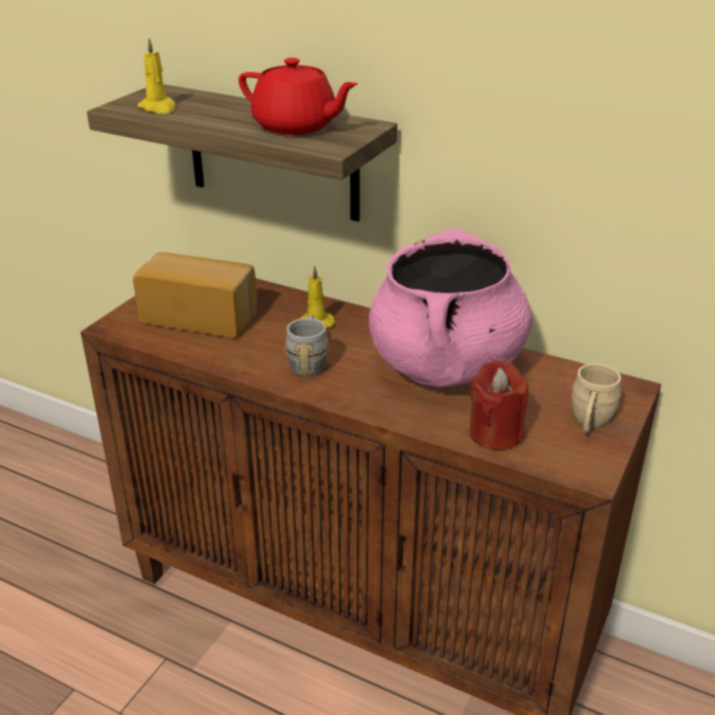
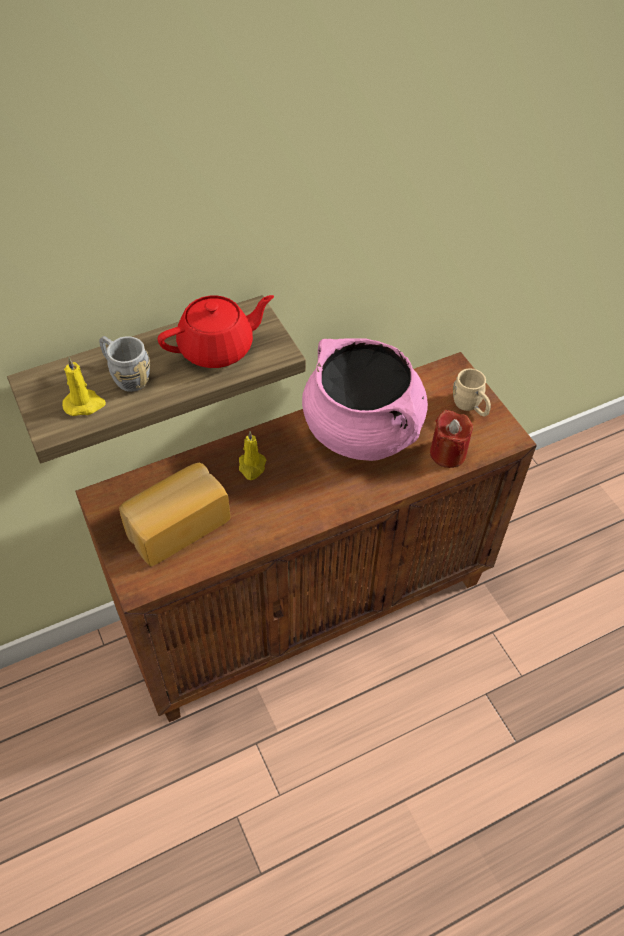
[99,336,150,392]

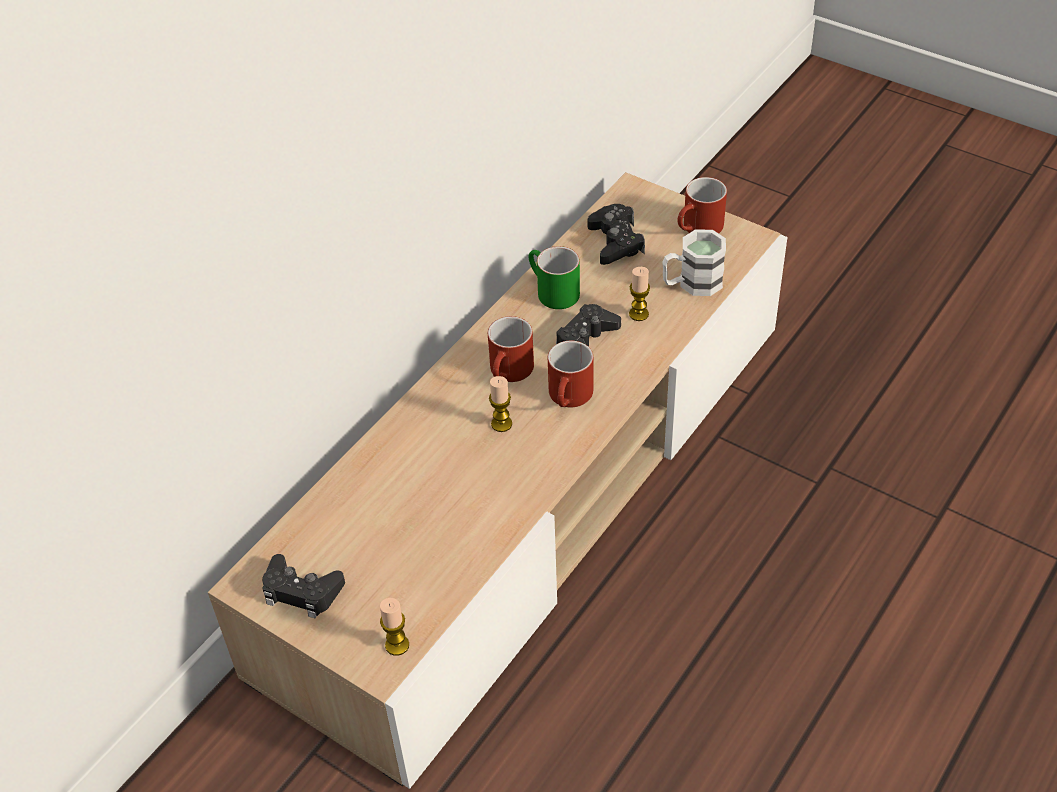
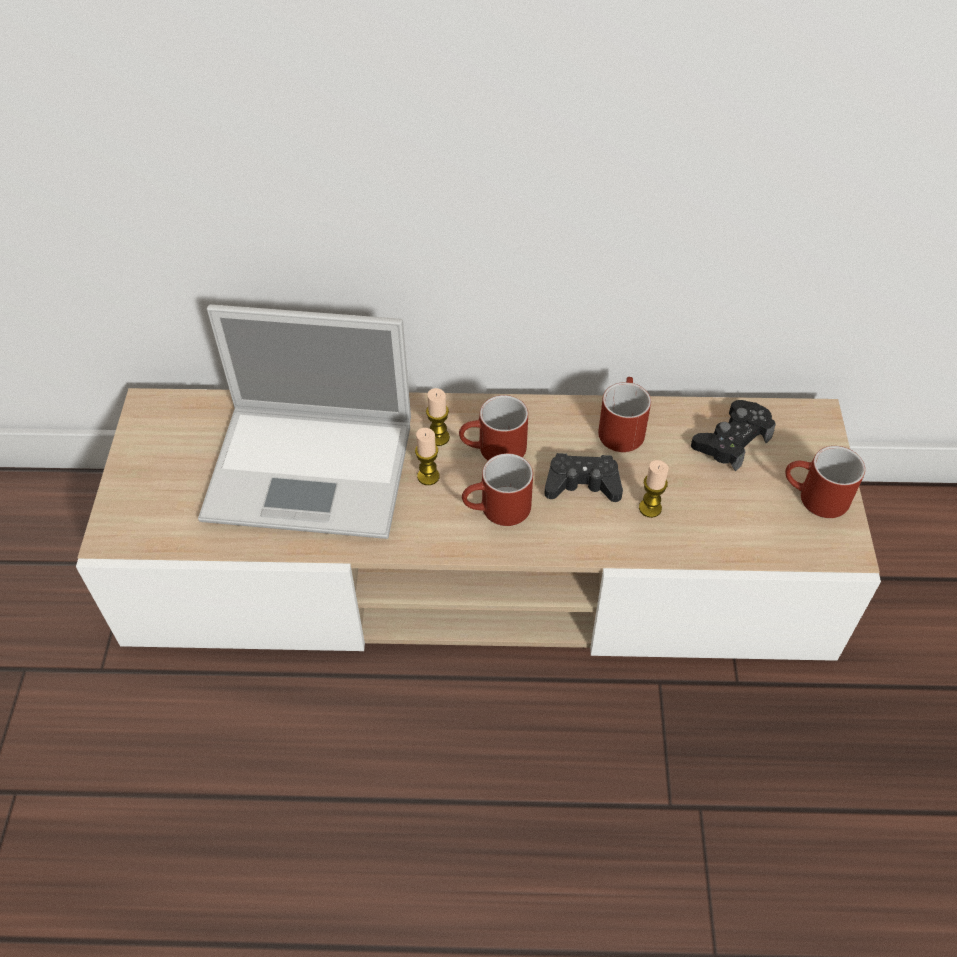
[662,229,726,296] (first image)
[598,377,651,452]
[262,554,345,618] (first image)
[426,388,450,446]
[198,304,411,539]

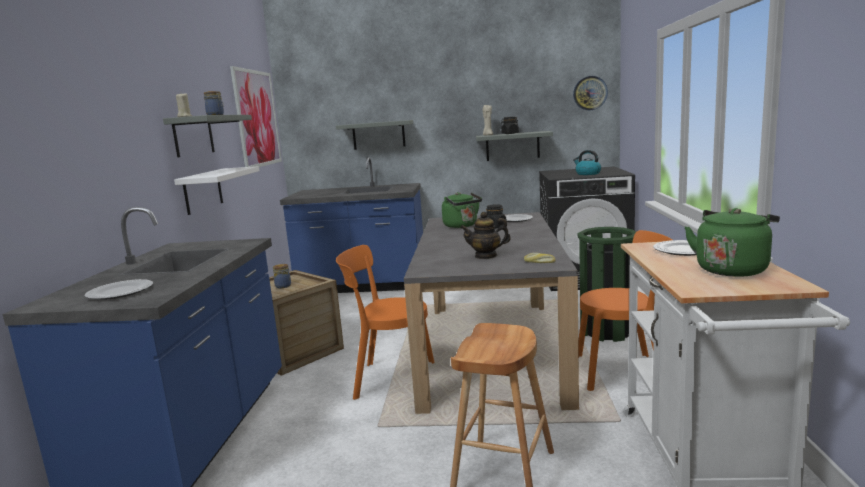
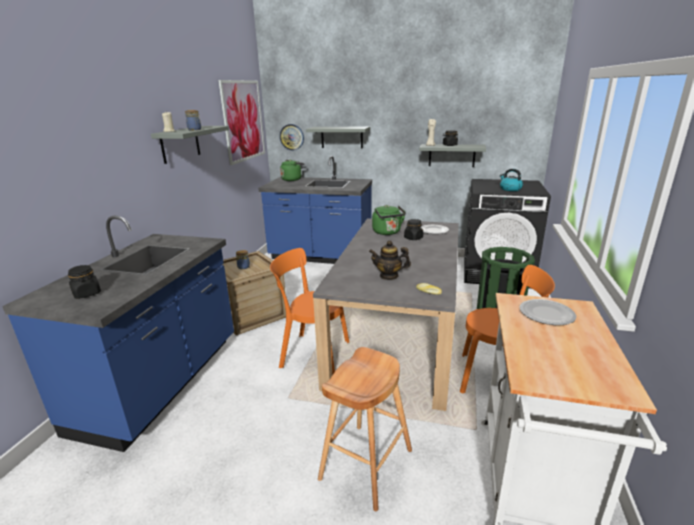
[280,124,304,150]
[174,166,259,215] (first image)
[280,160,305,181]
[68,265,101,299]

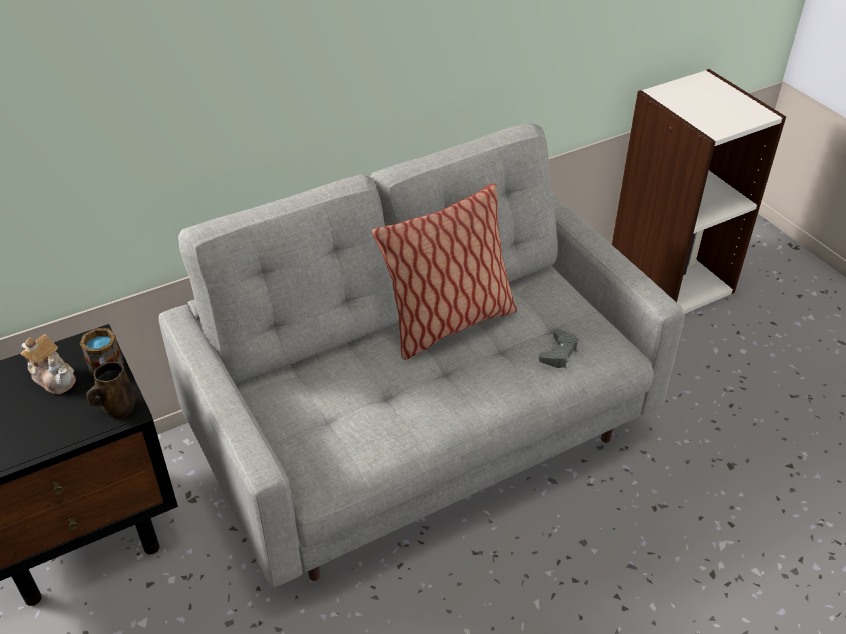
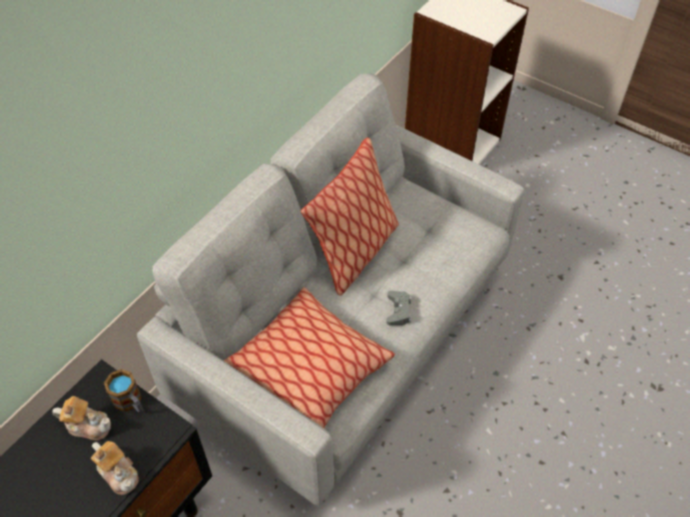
[386,291,411,325]
[86,362,136,418] (first image)
[223,287,395,428]
[91,441,139,495]

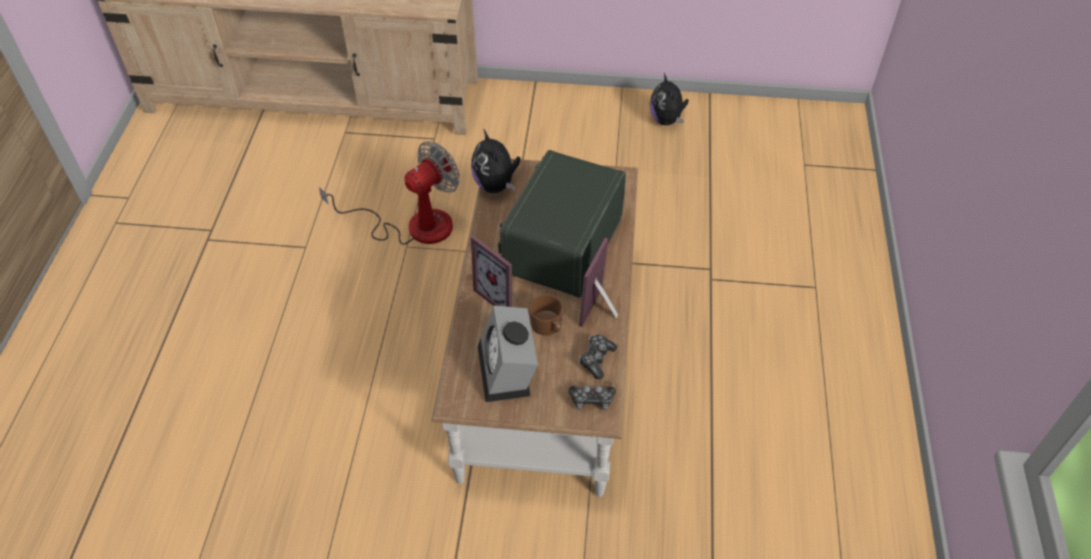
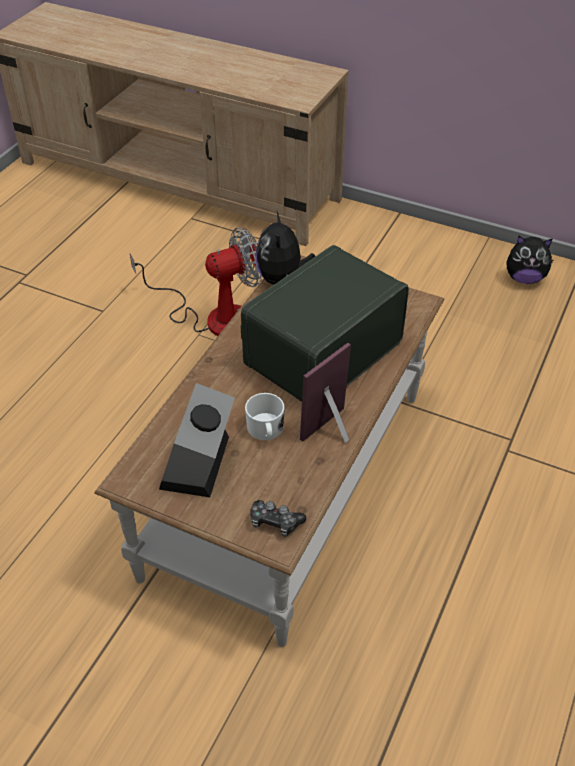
[507,236,554,284]
[471,236,512,307] (first image)
[245,393,285,440]
[579,335,617,379] (first image)

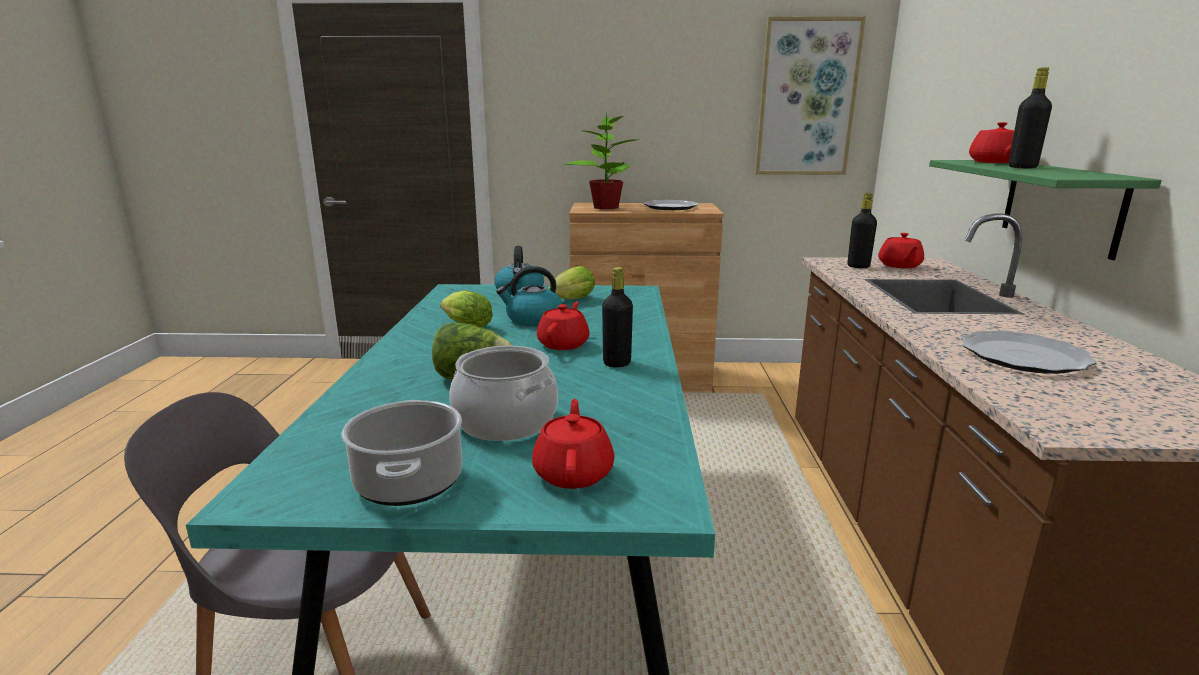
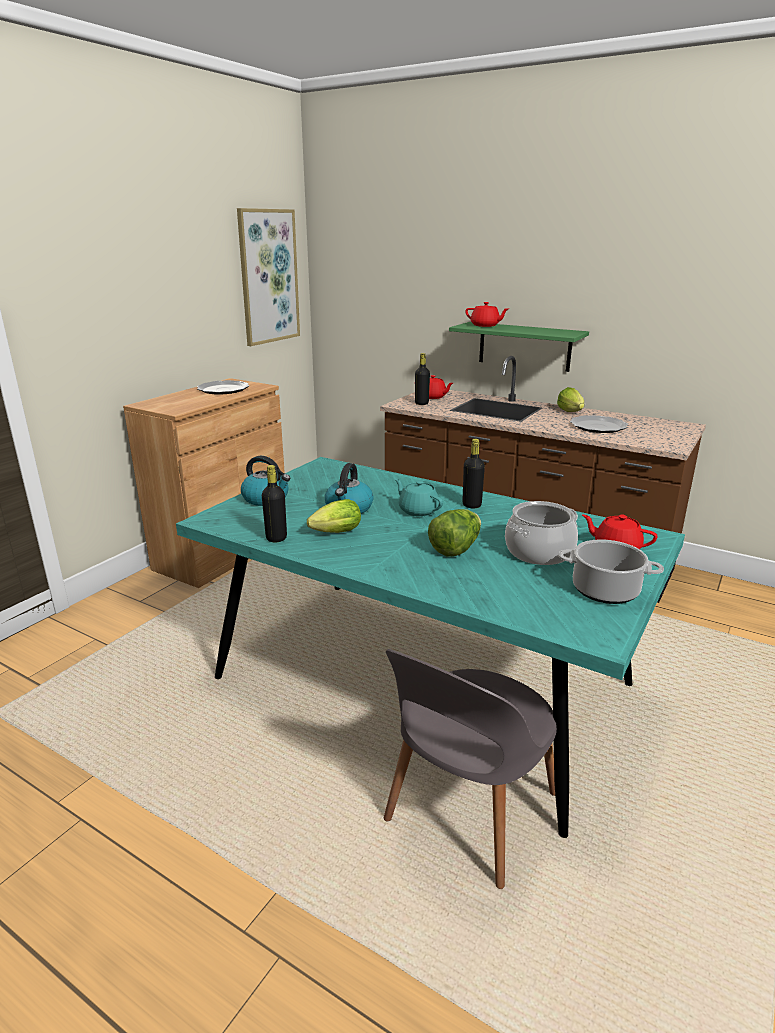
[262,465,287,542]
[563,112,640,209] (first image)
[557,387,584,412]
[395,479,443,517]

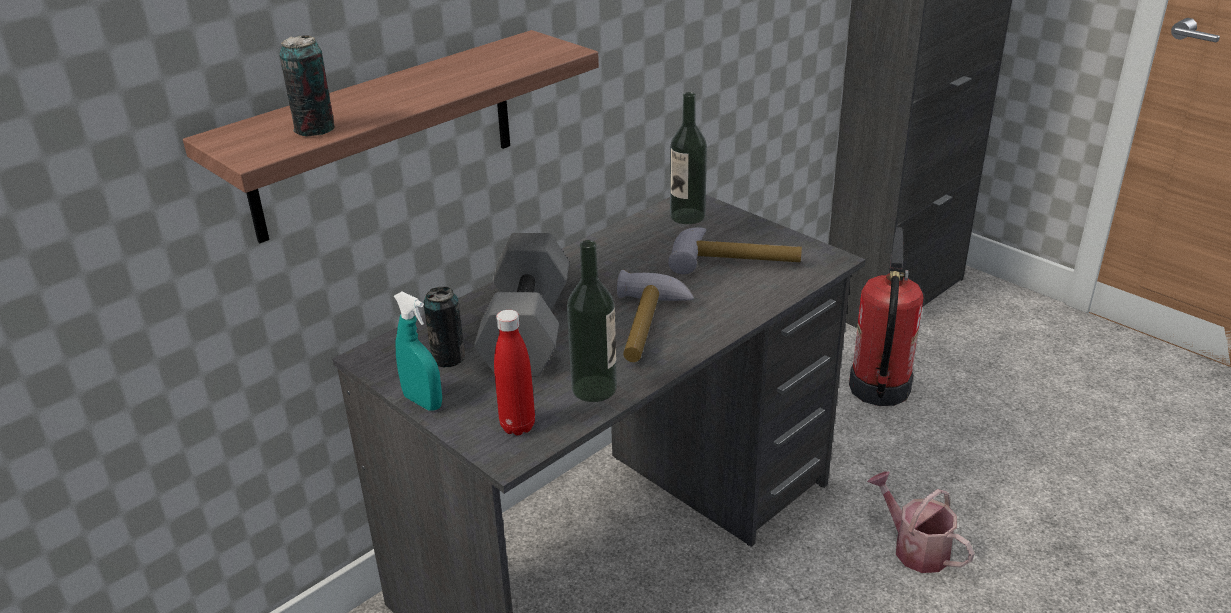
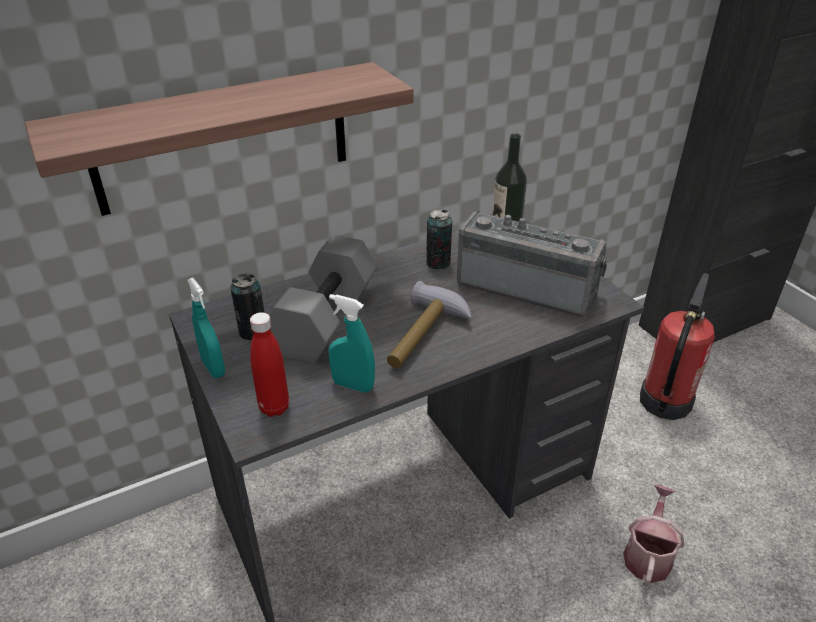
[426,210,452,269]
[457,211,607,317]
[328,294,375,393]
[623,485,684,586]

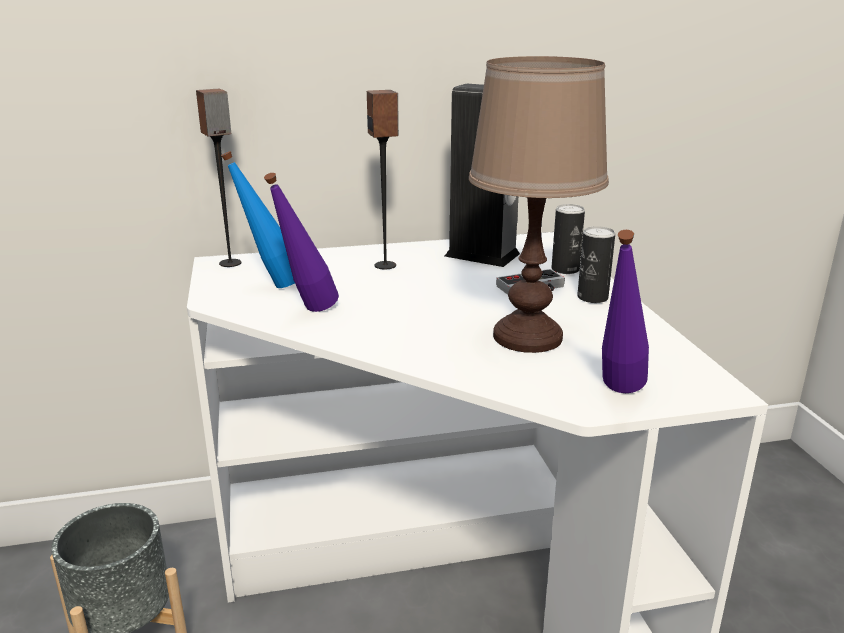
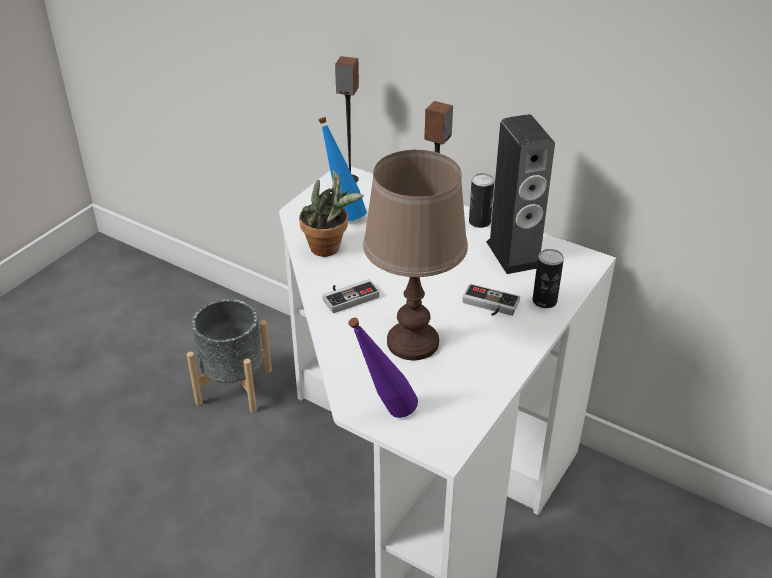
[299,169,364,257]
[469,173,495,228]
[322,279,380,313]

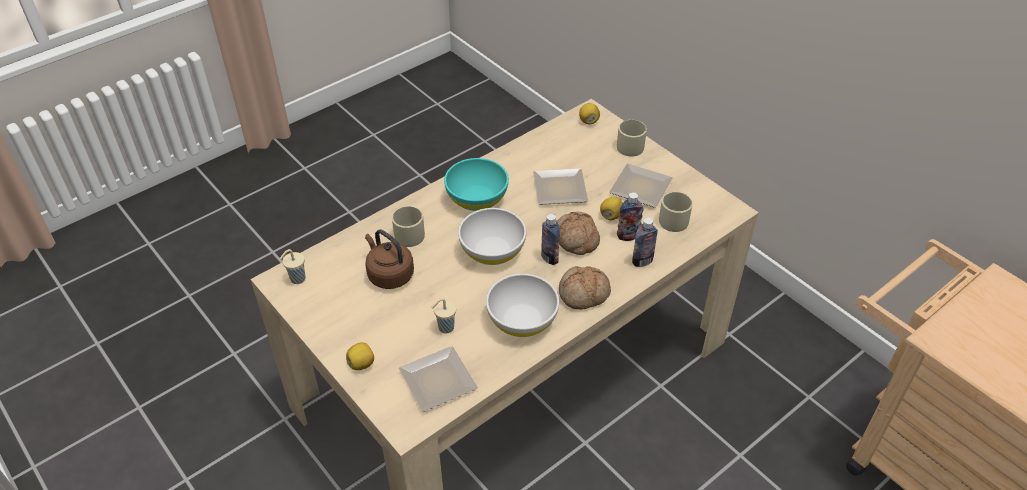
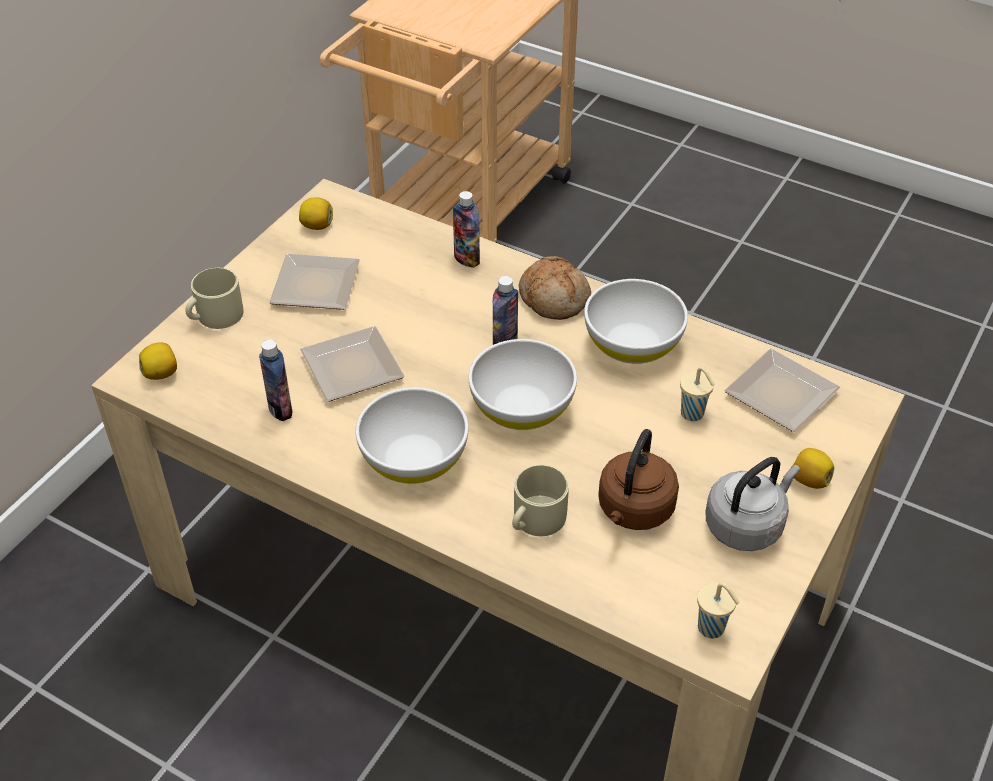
[355,387,469,484]
[259,340,292,421]
[659,192,693,232] (first image)
[299,197,333,230]
[557,212,600,255] (first image)
[706,457,800,551]

